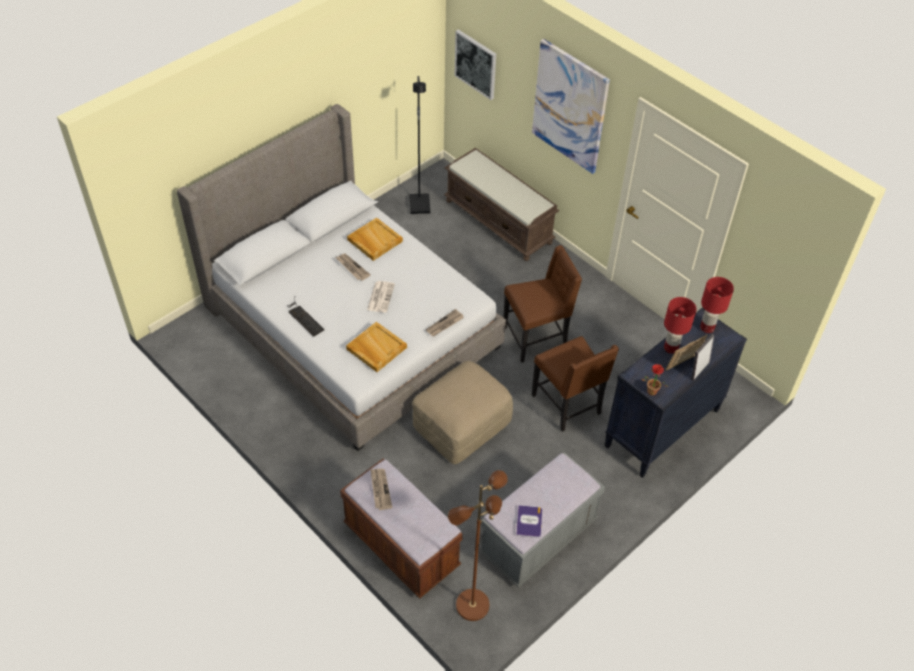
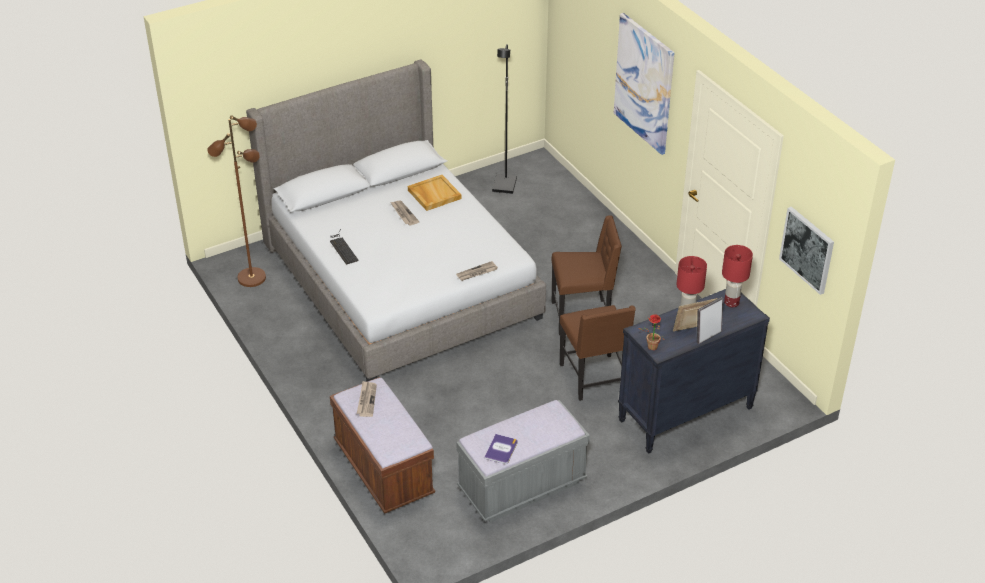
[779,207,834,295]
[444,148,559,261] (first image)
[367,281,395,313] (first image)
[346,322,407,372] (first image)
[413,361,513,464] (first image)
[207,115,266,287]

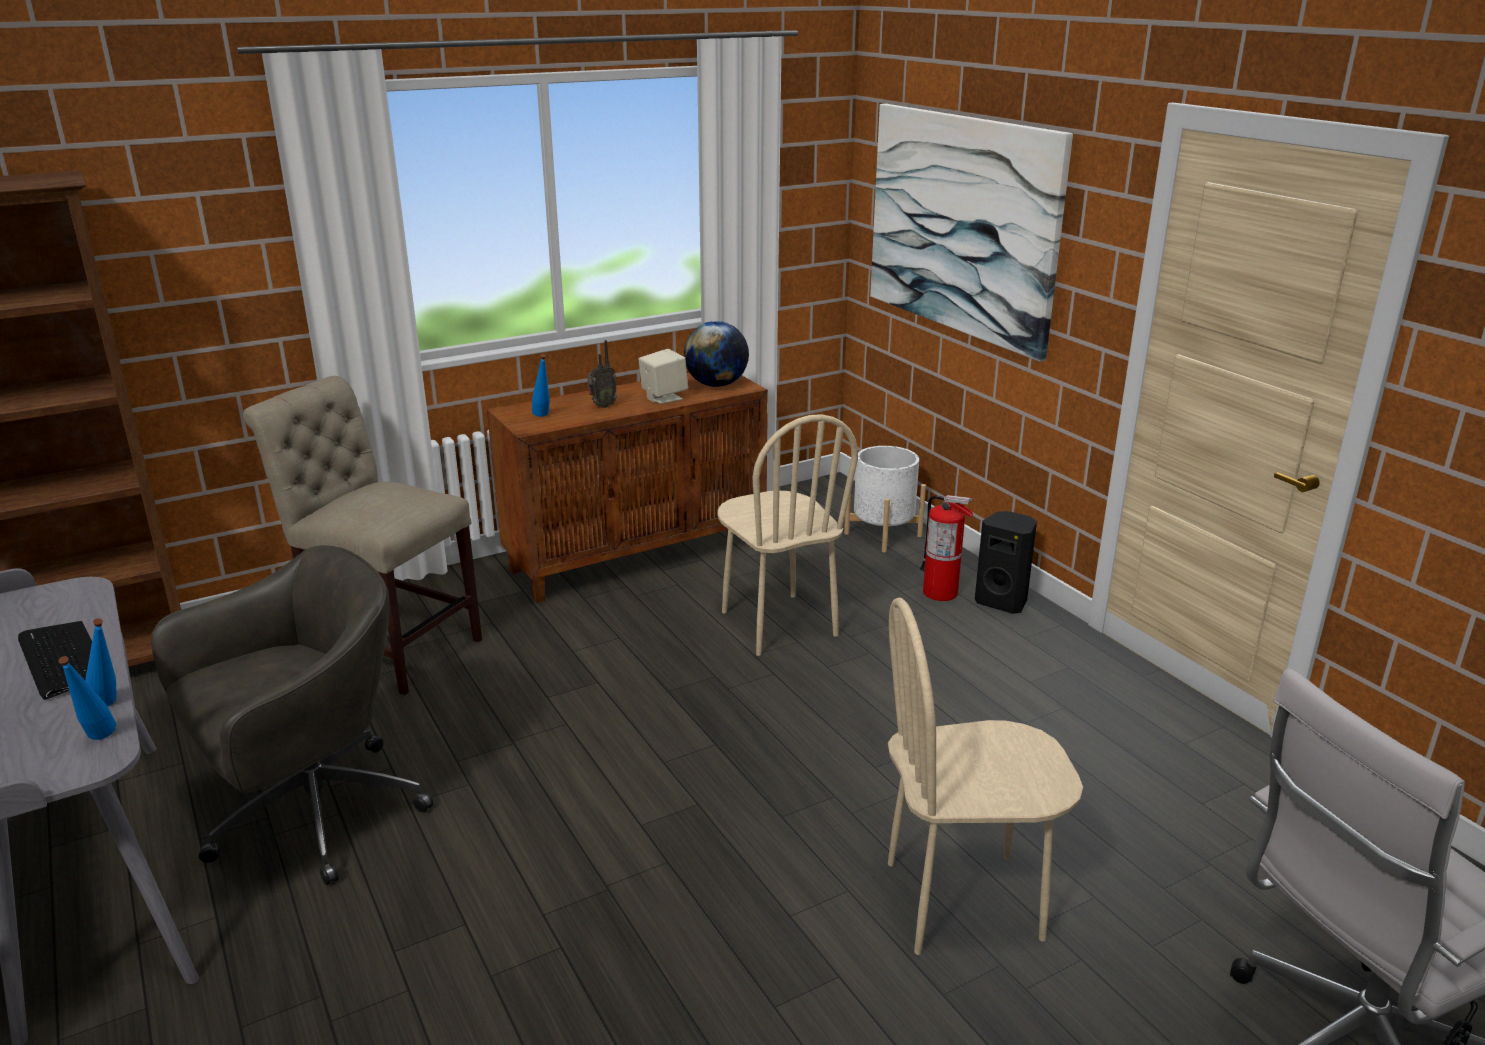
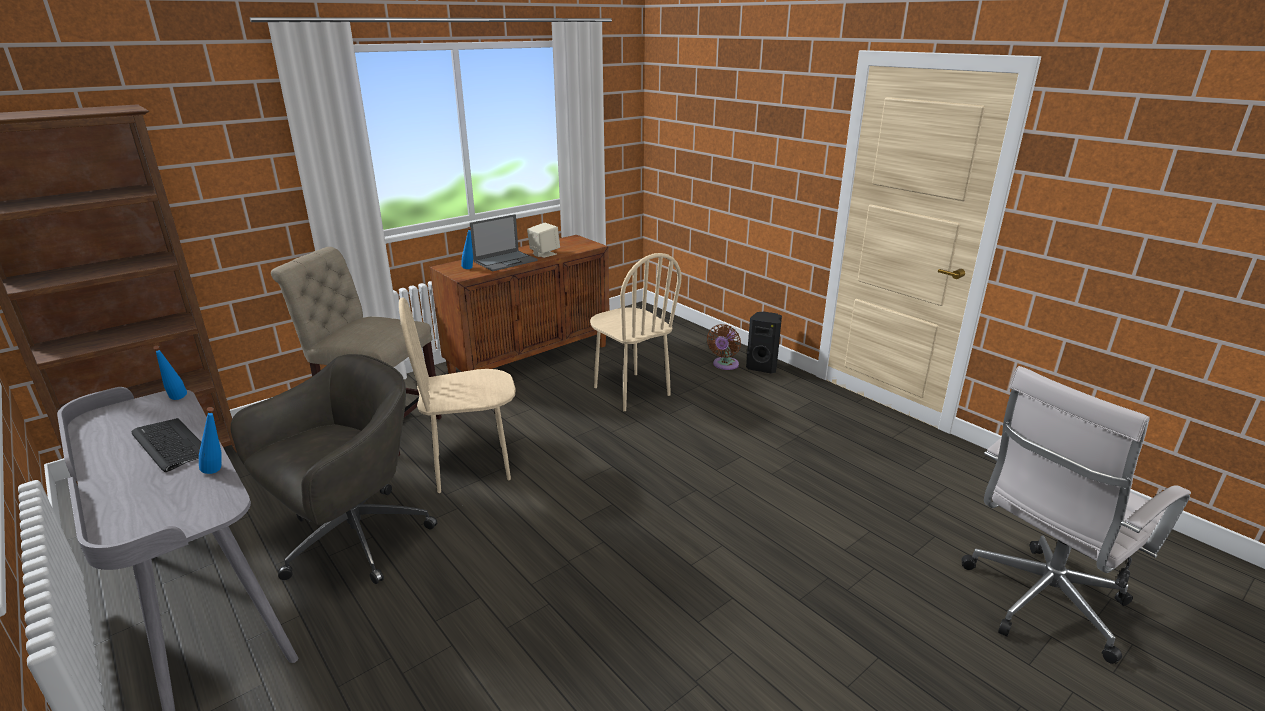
[870,104,1073,362] (first image)
[684,321,749,387] (first image)
[470,214,538,271]
[844,446,926,553] (first image)
[707,324,741,370]
[399,298,515,493]
[153,346,187,400]

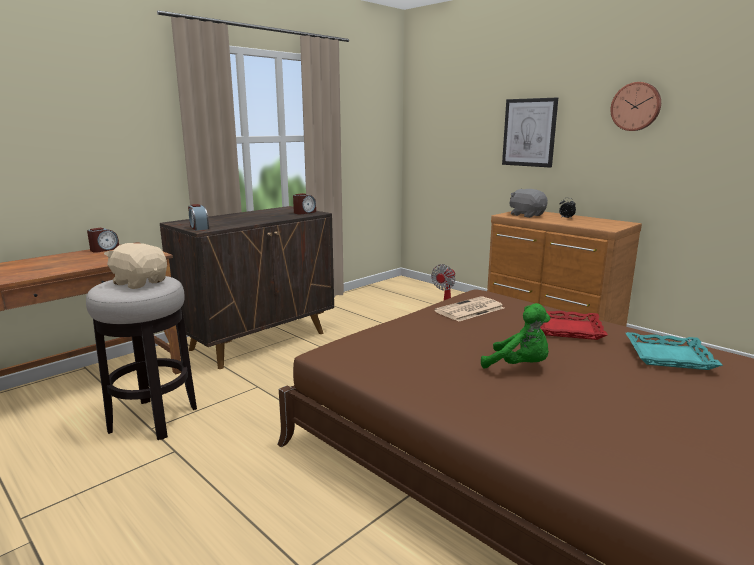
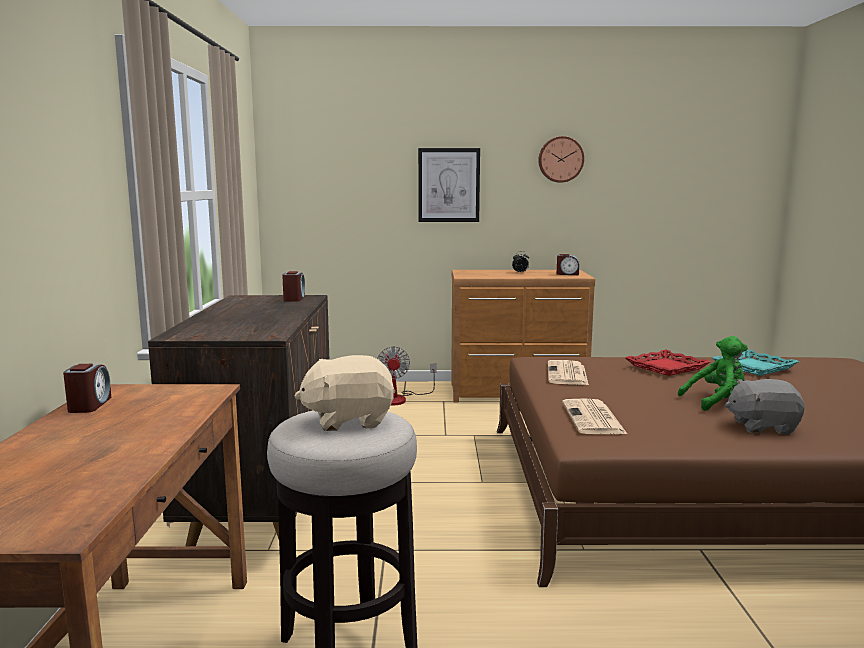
[725,379,805,434]
[557,254,580,275]
[562,398,627,434]

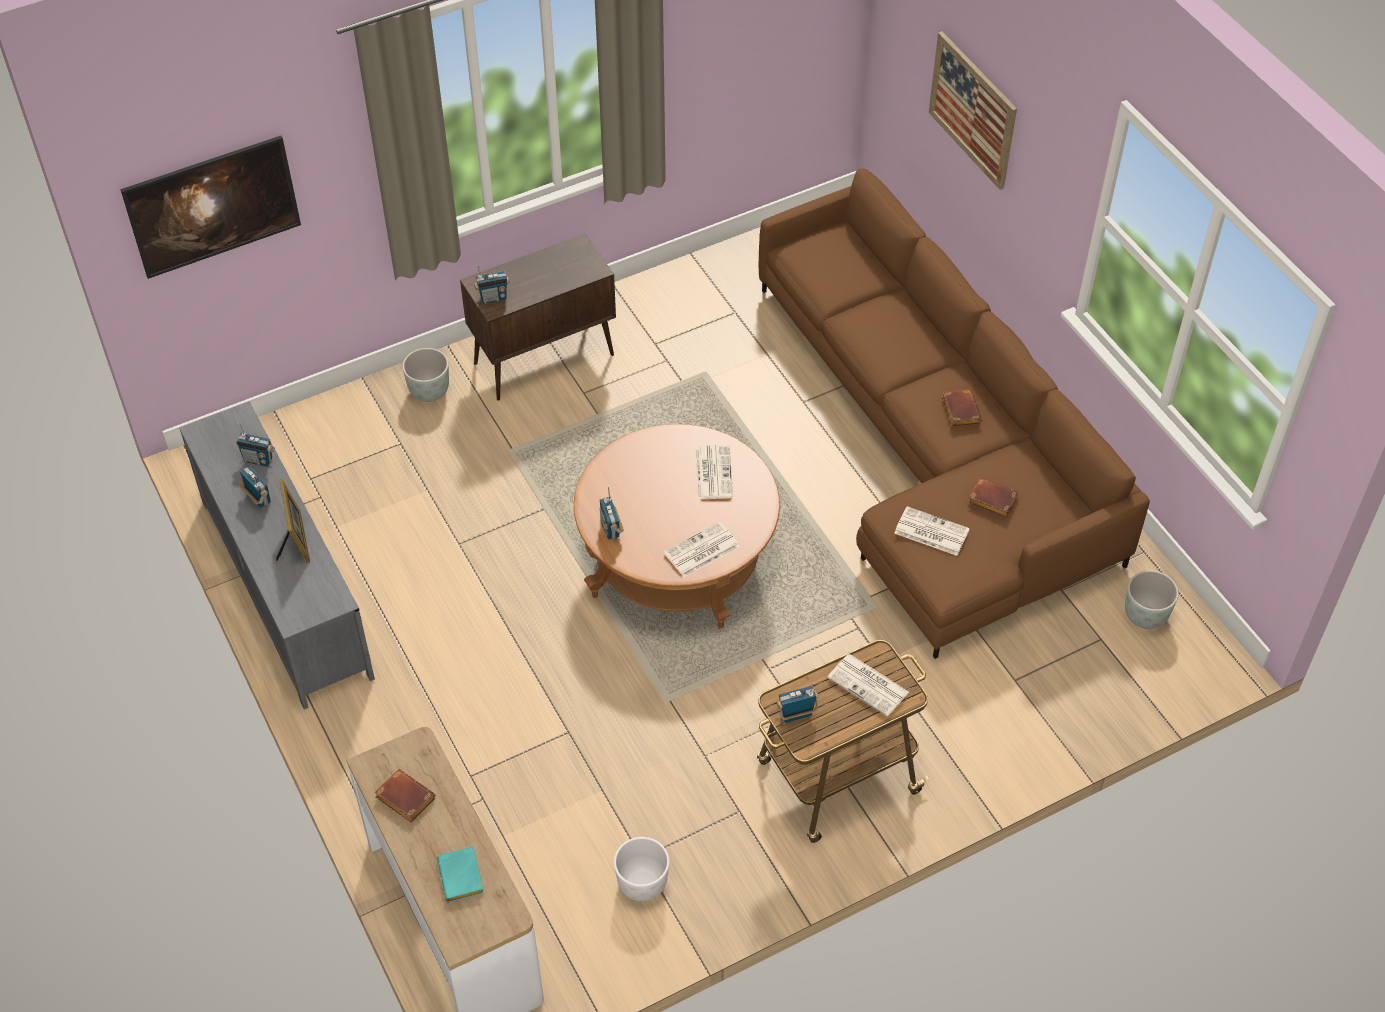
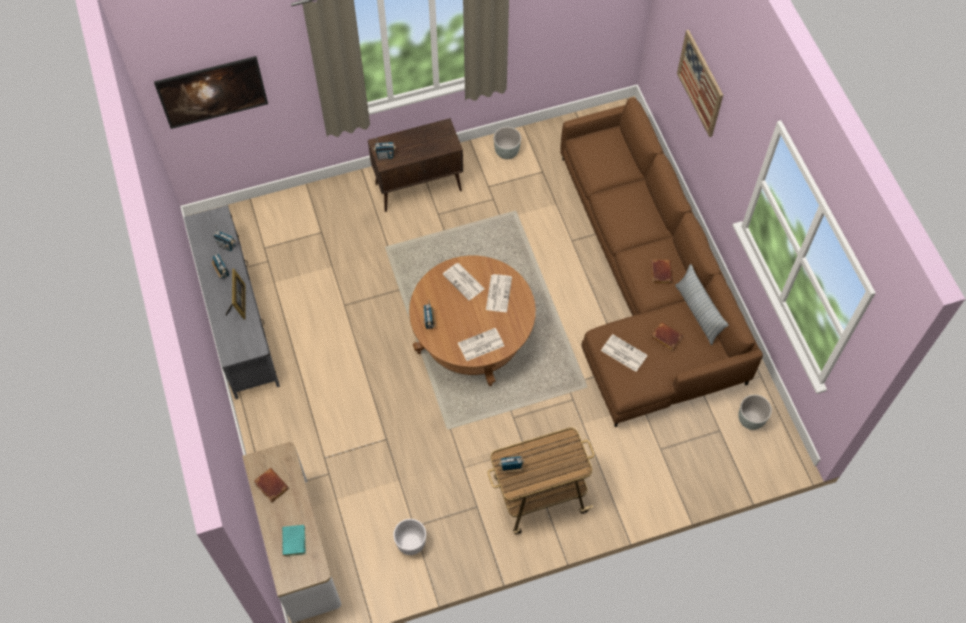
[494,127,521,159]
[443,263,484,301]
[675,264,729,345]

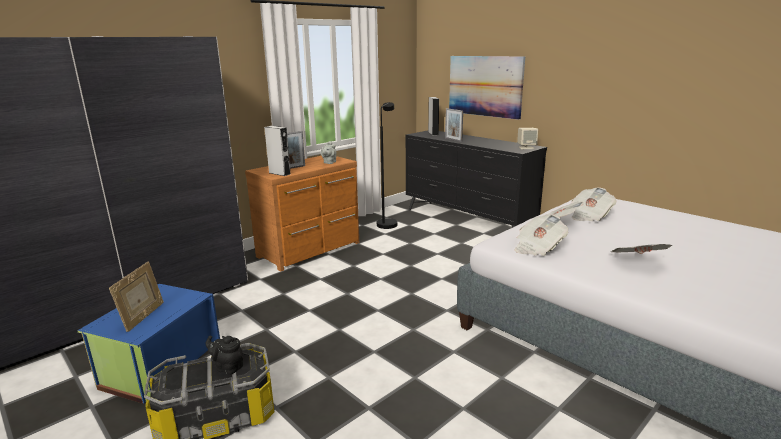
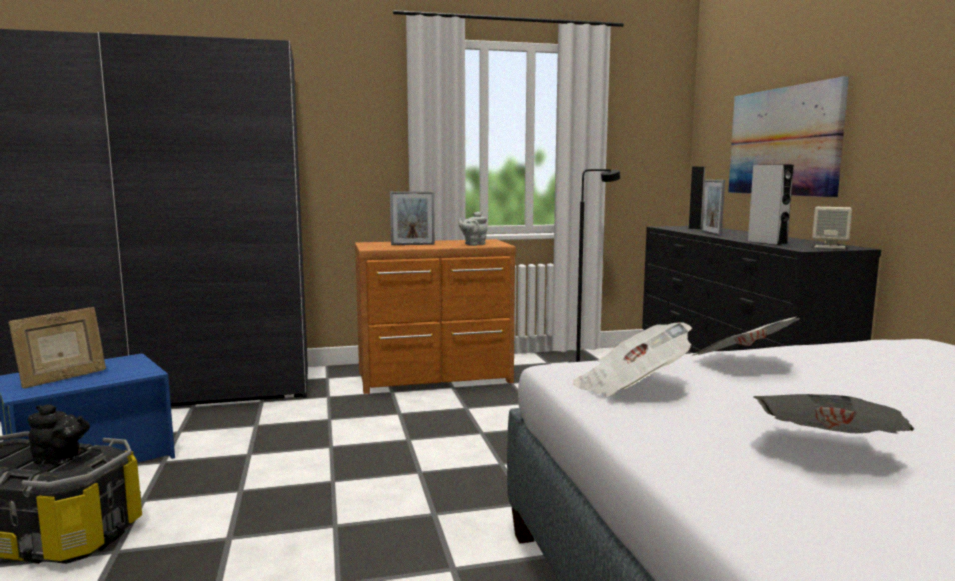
[748,165,794,245]
[571,187,616,221] (first image)
[28,404,90,465]

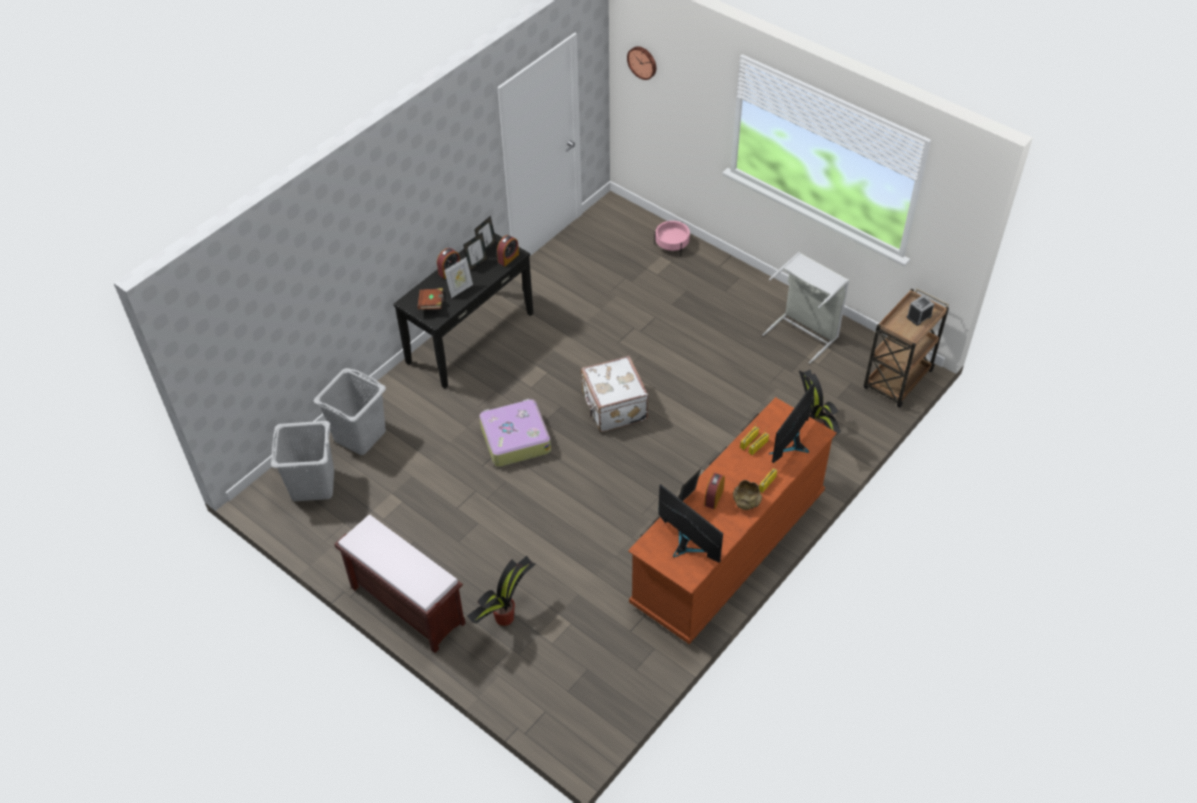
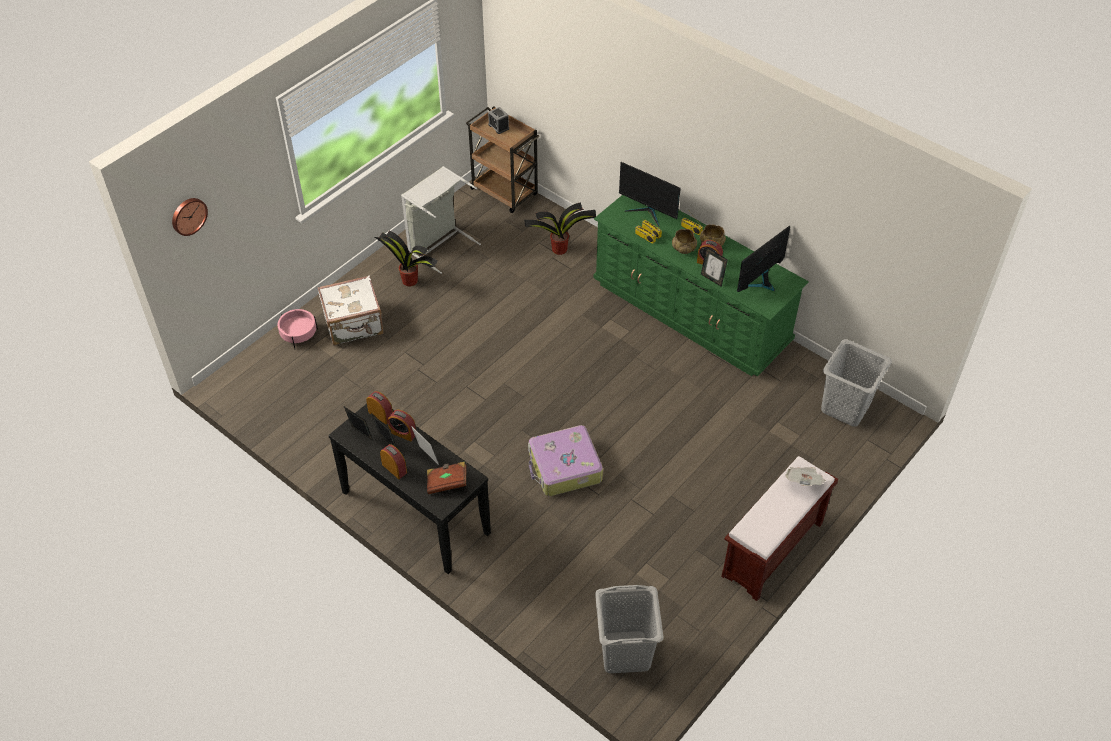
[317,276,384,346]
[821,339,892,427]
[593,195,809,376]
[375,230,438,286]
[672,229,697,254]
[388,410,416,441]
[785,467,826,486]

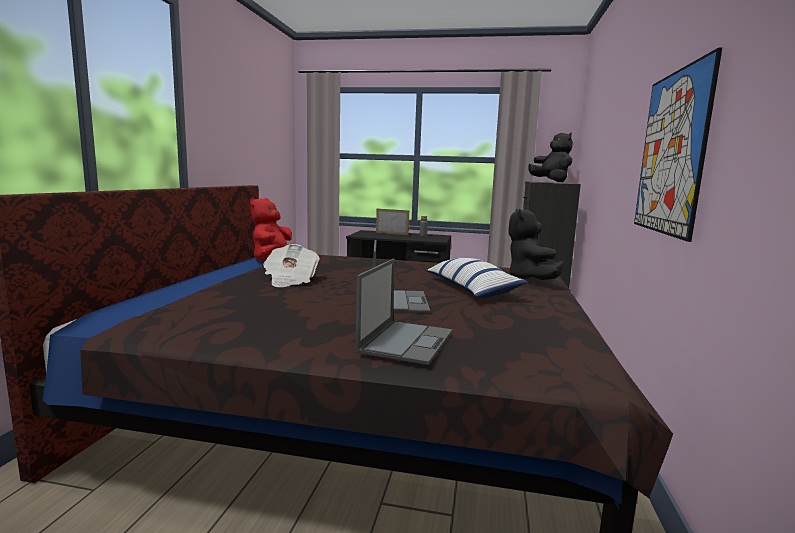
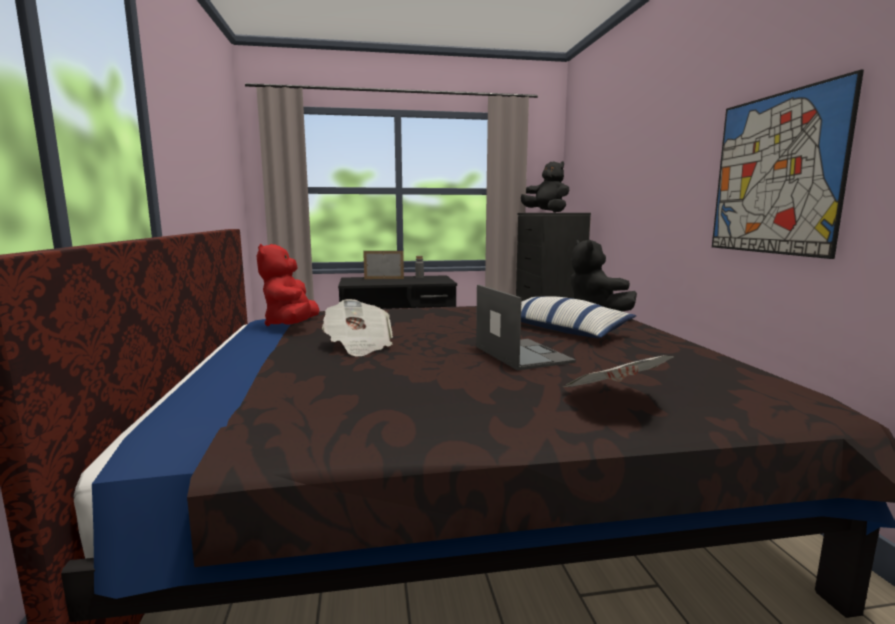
[563,355,674,387]

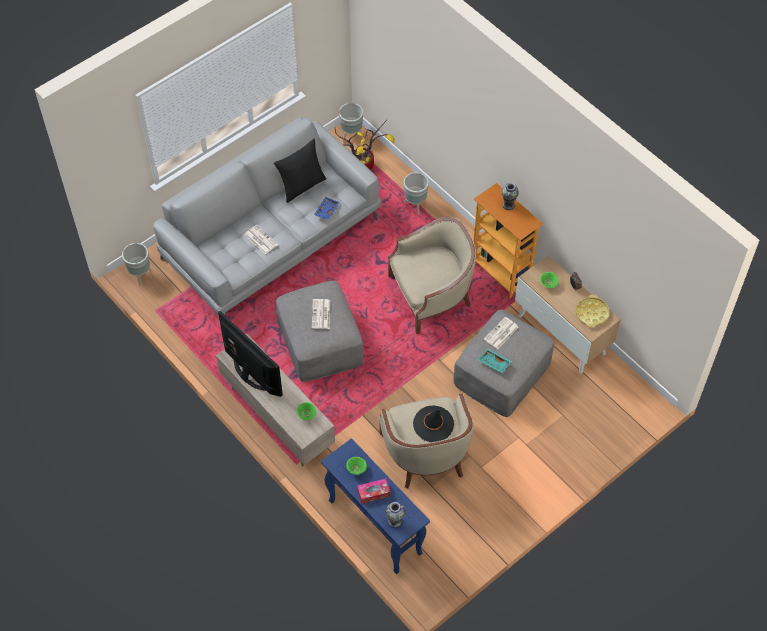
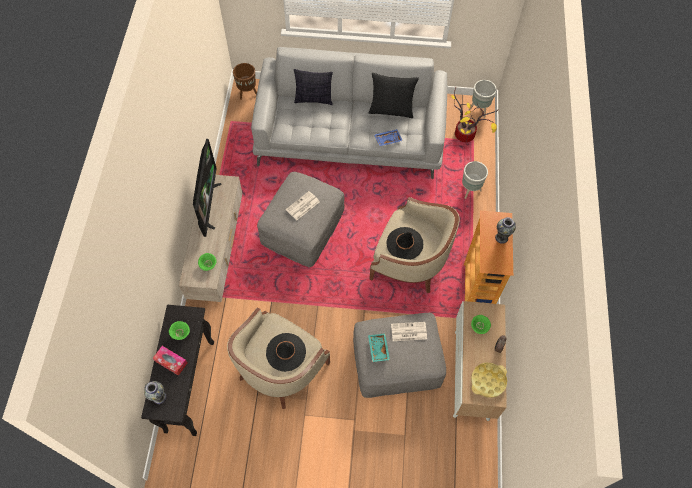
[244,225,278,254] (first image)
[233,63,257,100]
[141,305,214,436]
[294,69,333,105]
[386,227,423,260]

